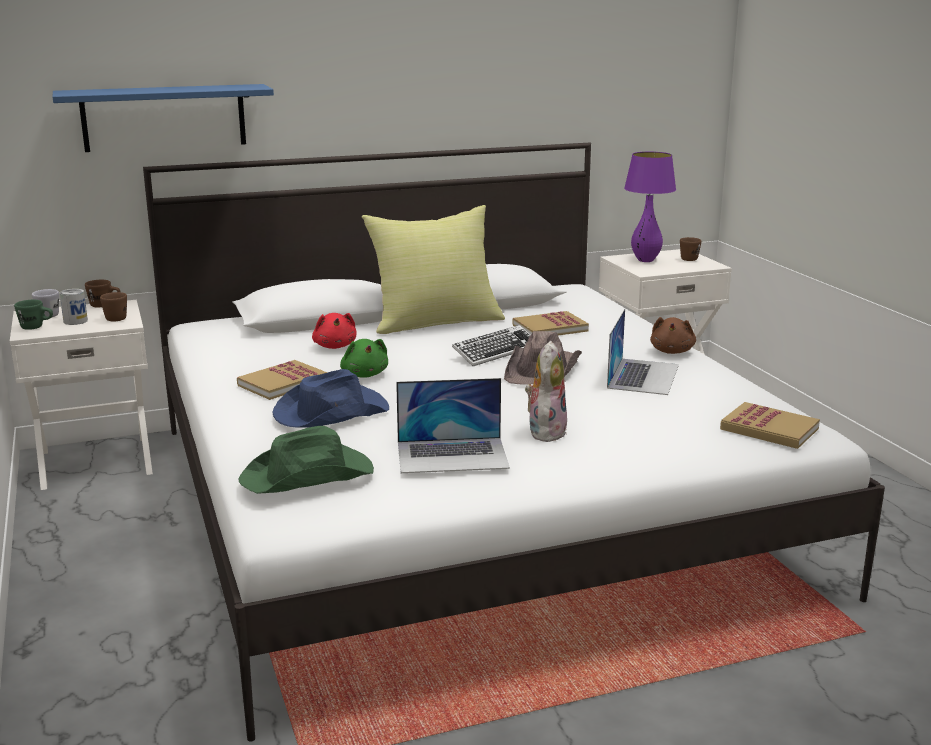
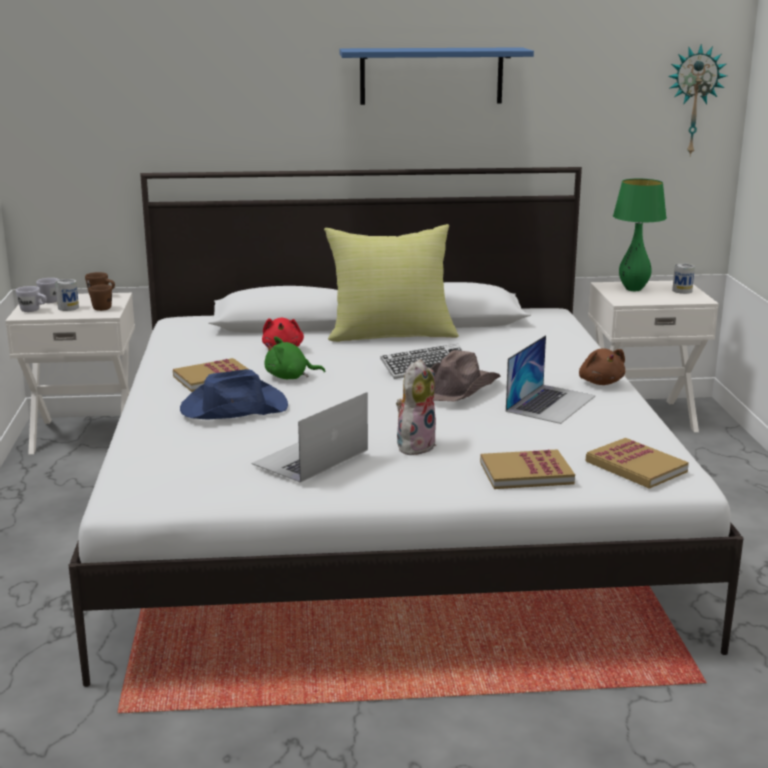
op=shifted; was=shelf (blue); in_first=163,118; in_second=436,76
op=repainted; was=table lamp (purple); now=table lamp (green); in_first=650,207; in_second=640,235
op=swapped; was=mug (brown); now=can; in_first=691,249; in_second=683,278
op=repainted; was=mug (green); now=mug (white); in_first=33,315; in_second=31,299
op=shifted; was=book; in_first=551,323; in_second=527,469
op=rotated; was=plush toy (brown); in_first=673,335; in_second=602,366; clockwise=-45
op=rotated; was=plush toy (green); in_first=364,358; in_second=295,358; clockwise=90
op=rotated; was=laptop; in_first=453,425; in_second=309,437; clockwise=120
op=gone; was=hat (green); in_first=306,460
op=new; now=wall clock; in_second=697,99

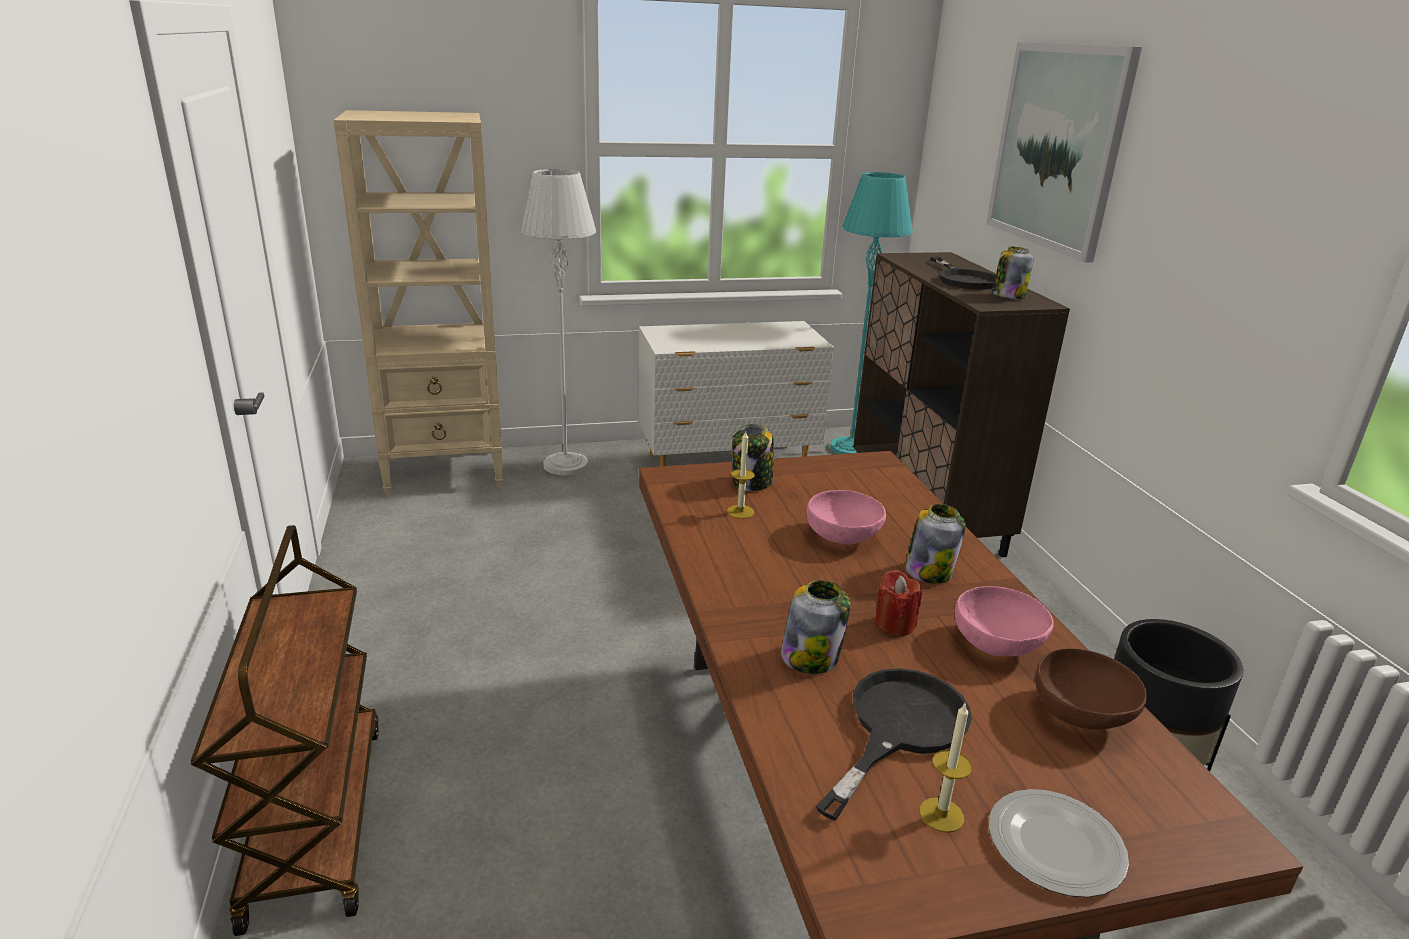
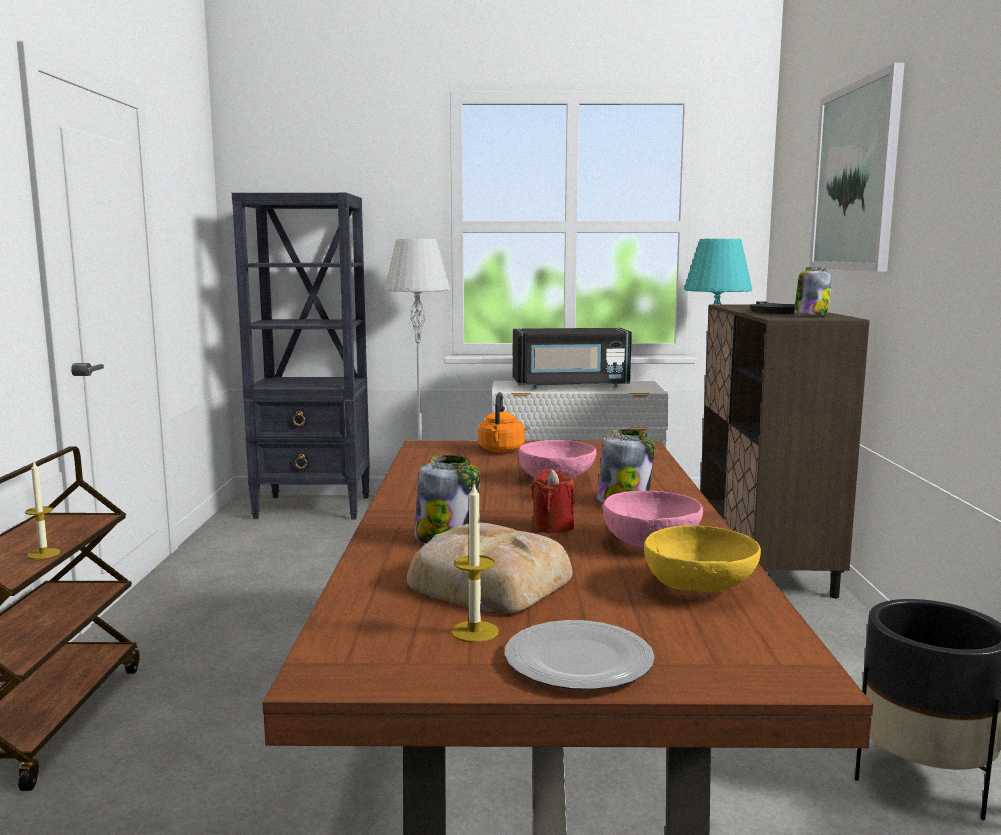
op=repainted; was=bookcase (beige); now=bookcase (black); in_first=418,302; in_second=301,356
op=swapped; was=jar; now=kettle (orange); in_first=753,457; in_second=501,422
op=shifted; was=candle; in_first=741,475; in_second=42,510
op=repainted; was=bowl (brown); now=bowl (yellow); in_first=1091,688; in_second=702,558
op=swapped; was=frying pan (black); now=bread; in_first=894,744; in_second=490,567
op=new; now=microwave (black); in_second=572,358

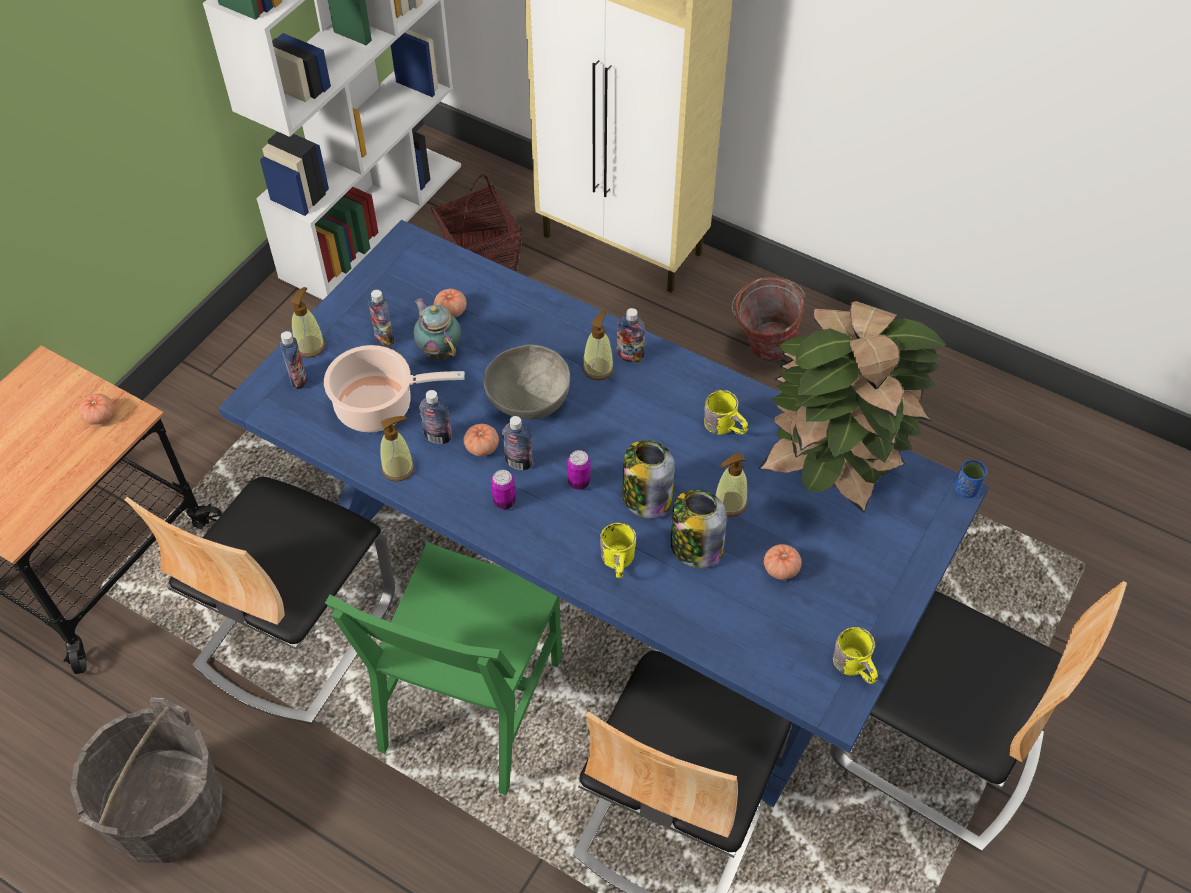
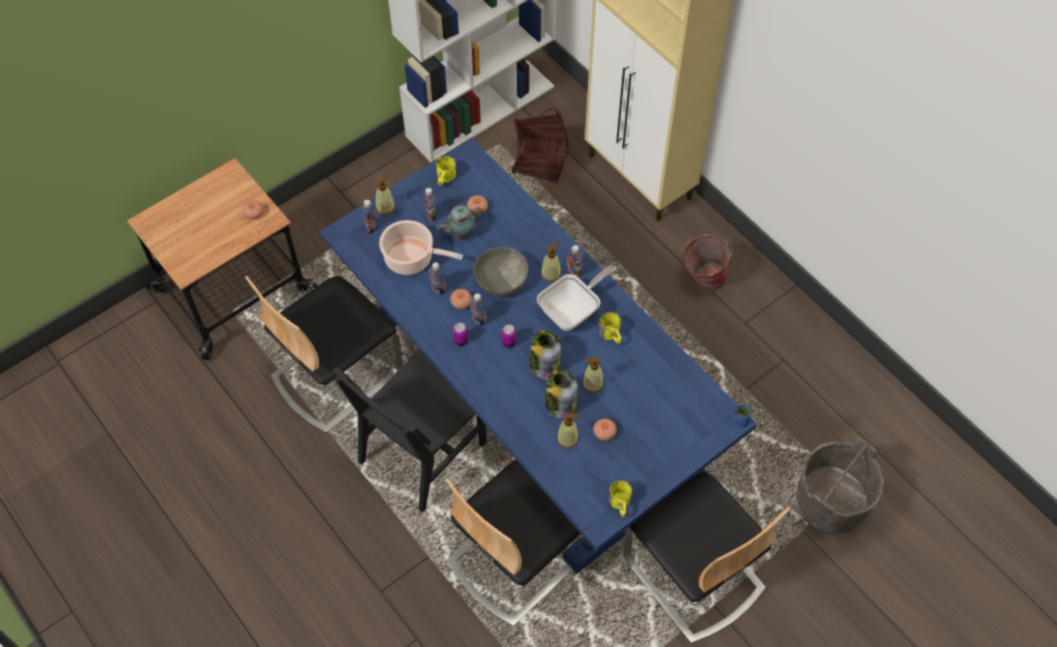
op=rotated; was=teapot; in_first=437,328; in_second=460,221; clockwise=-105
op=gone; was=potted plant; in_first=852,407
op=shifted; was=soap dispenser; in_first=397,448; in_second=569,431
op=shifted; was=mug (yellow); in_first=618,550; in_second=446,170
op=repainted; was=chair (green); now=chair (black); in_first=443,668; in_second=410,430
op=shifted; was=bucket (grey); in_first=146,780; in_second=840,486
op=new; now=frying pan; in_second=577,298

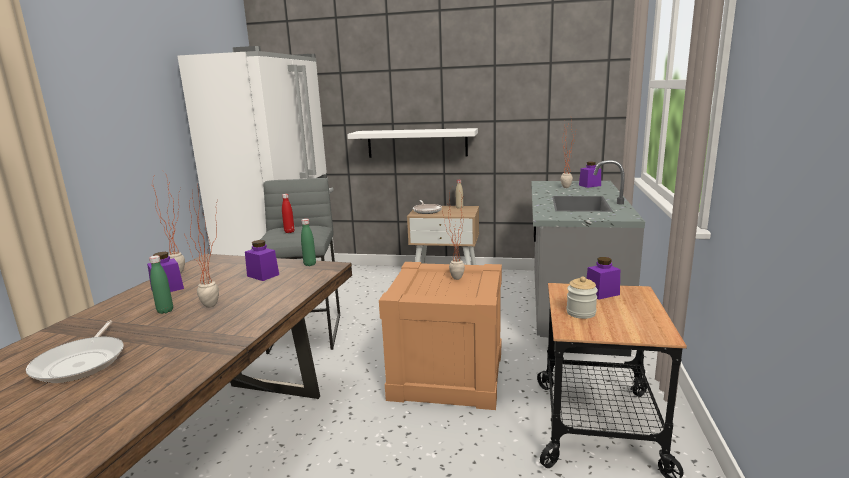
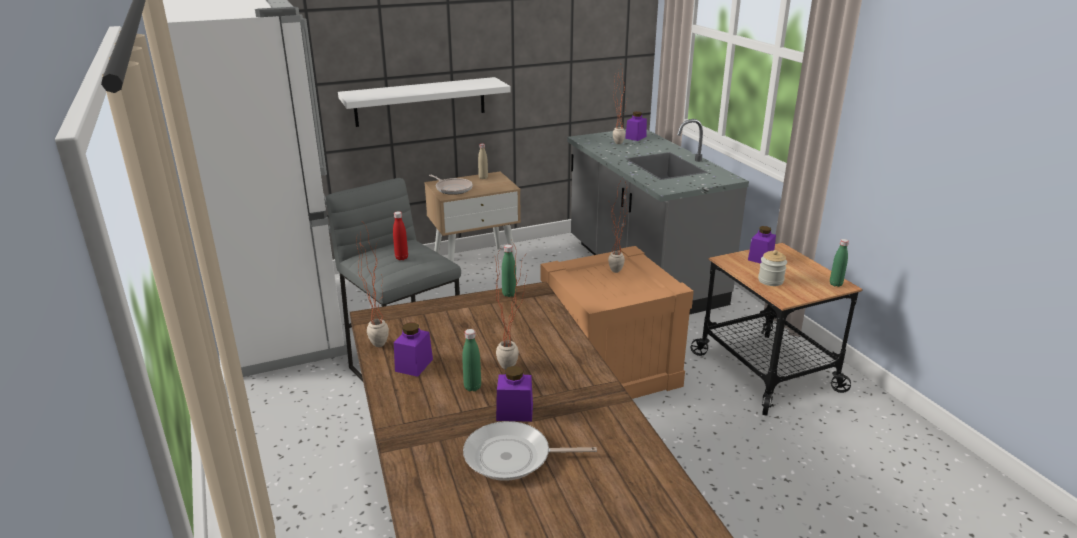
op=shifted; was=jar (purple); in_first=262,260; in_second=514,394
op=rotated; was=frying pan; in_first=74,352; in_second=530,451; clockwise=135
op=new; now=bottle (green); in_second=839,263

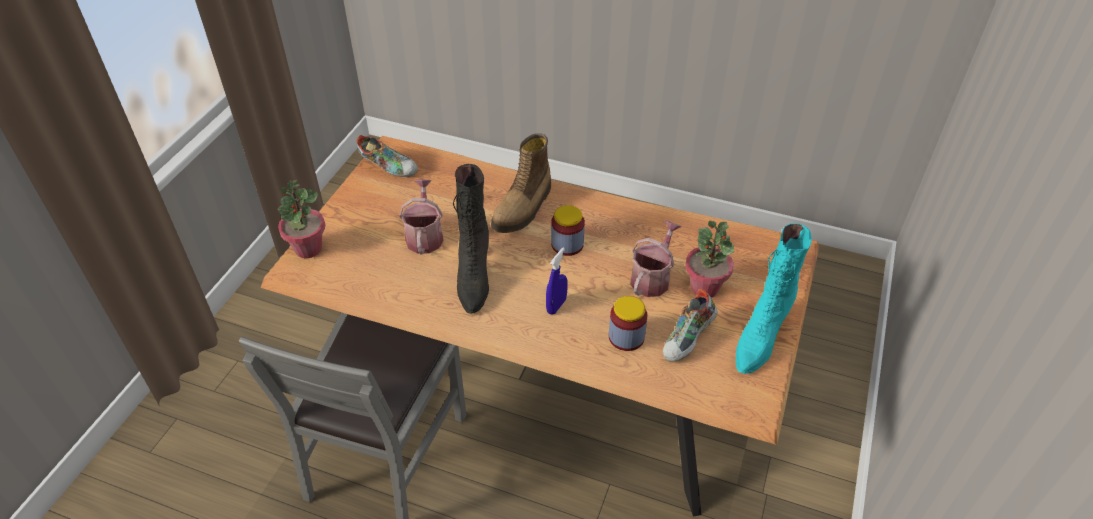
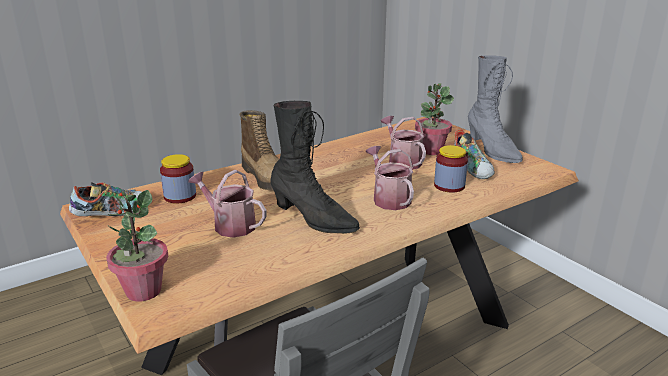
op=shifted; was=jar; in_first=568,230; in_second=178,178
op=repainted; was=boot (turquoise); now=boot (grey); in_first=774,298; in_second=495,109
op=swapped; was=spray bottle (blue); now=watering can; in_first=557,281; in_second=390,178

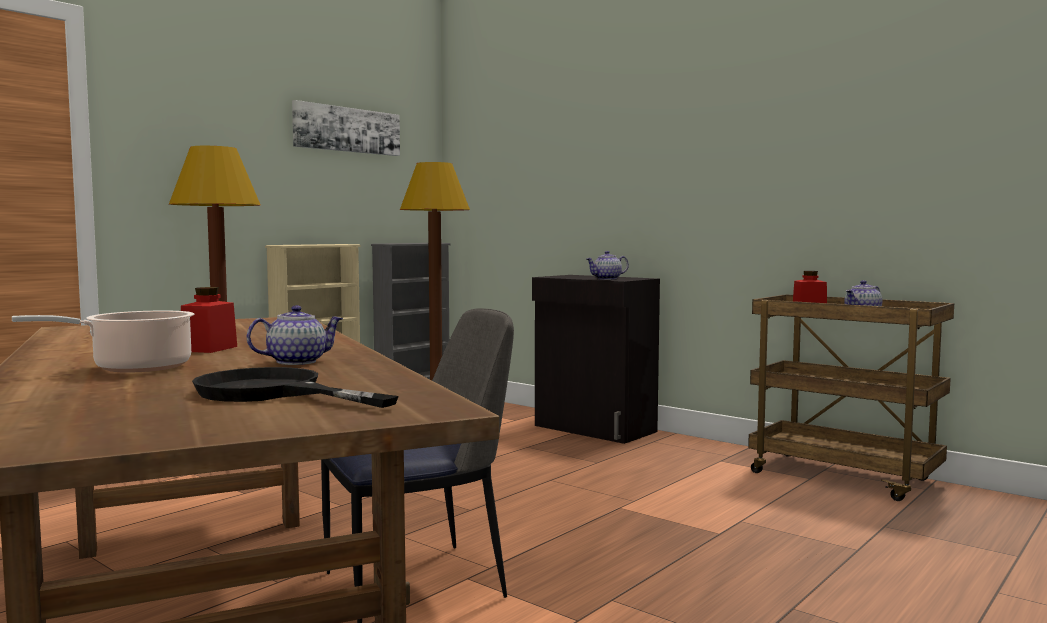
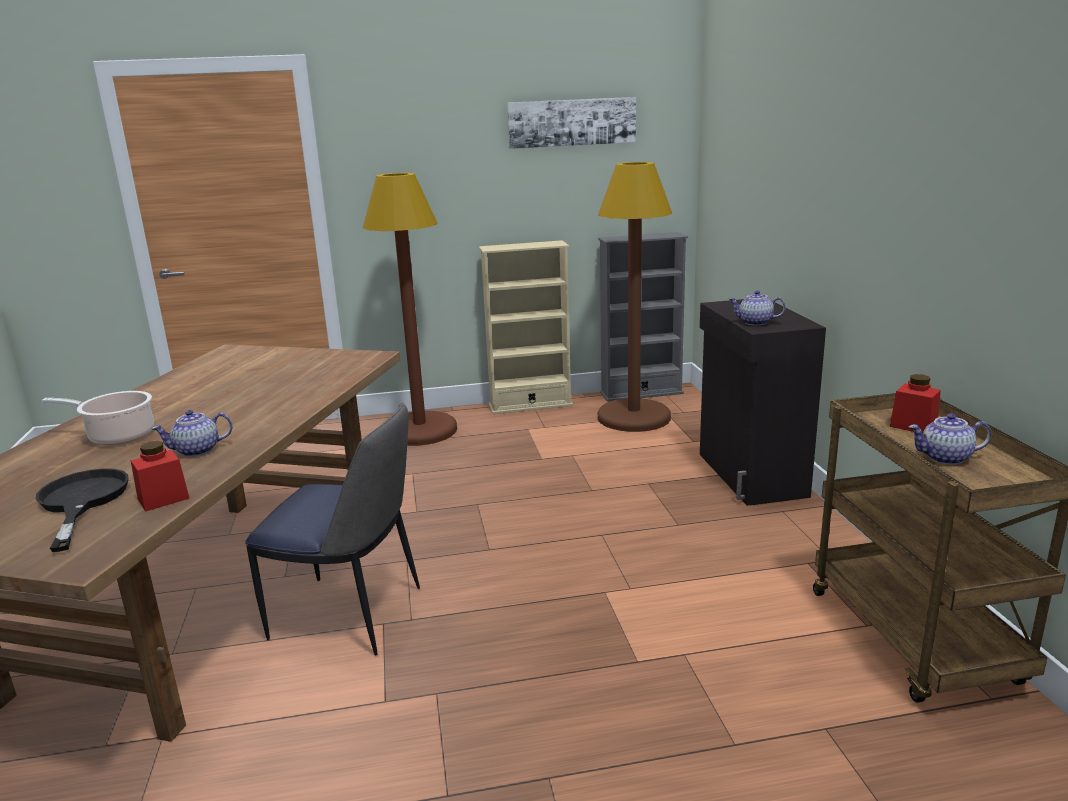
op=shifted; was=jar (red); in_first=209,320; in_second=160,476
op=rotated; was=teapot; in_first=295,335; in_second=191,433; clockwise=150

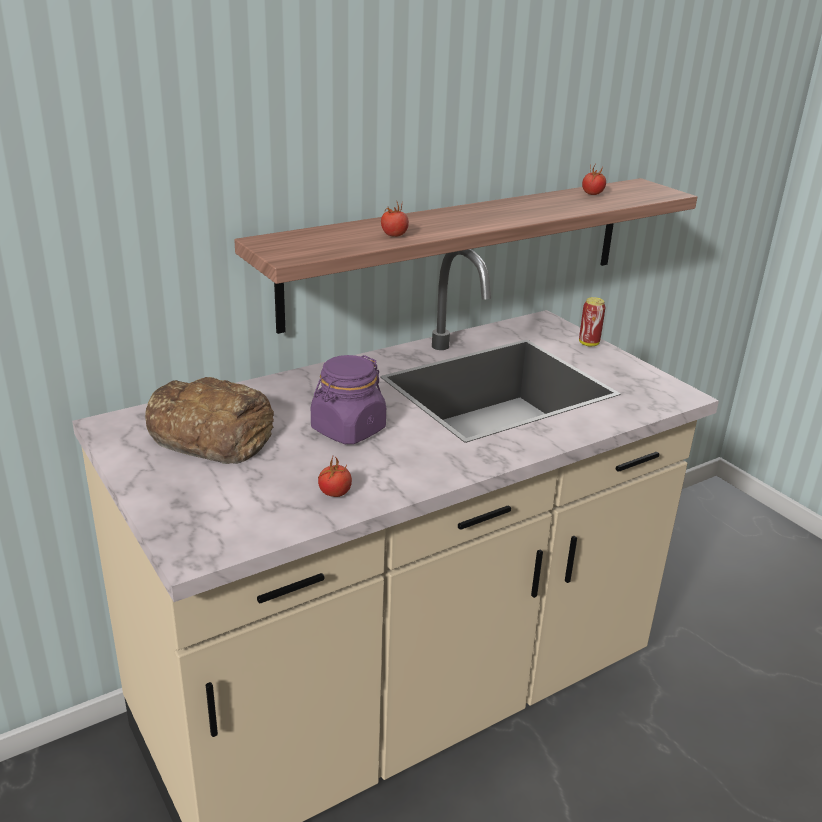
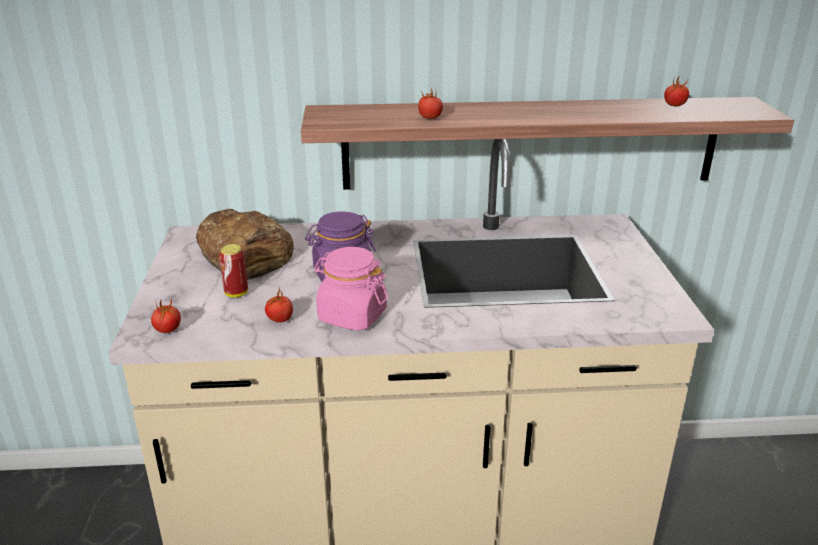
op=shifted; was=can; in_first=592,322; in_second=233,271
op=new; now=jar (pink); in_second=351,289
op=new; now=tomato; in_second=166,316

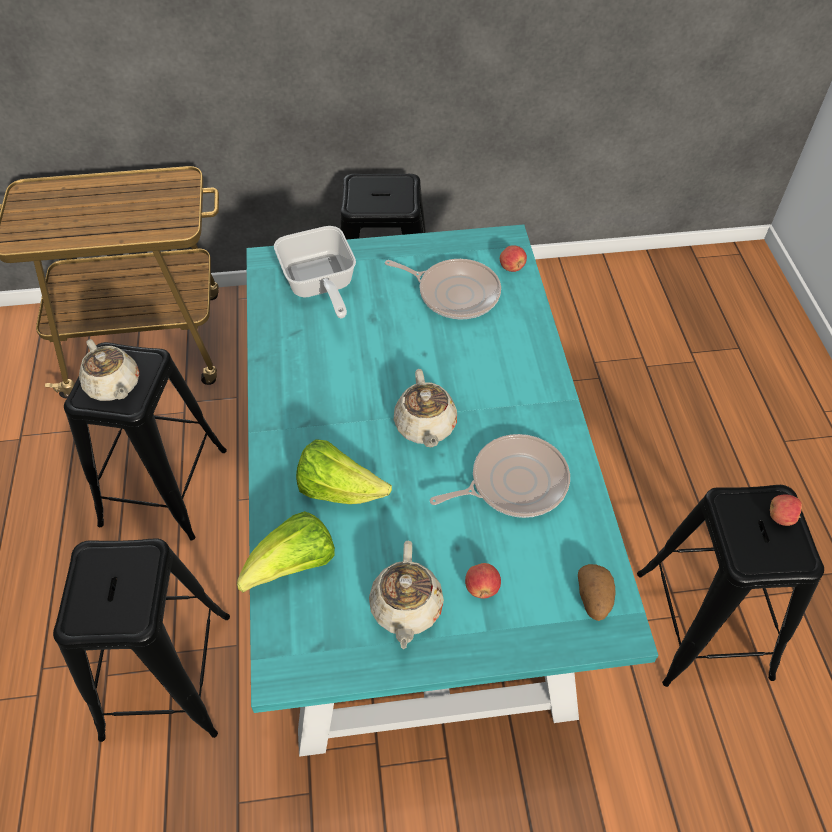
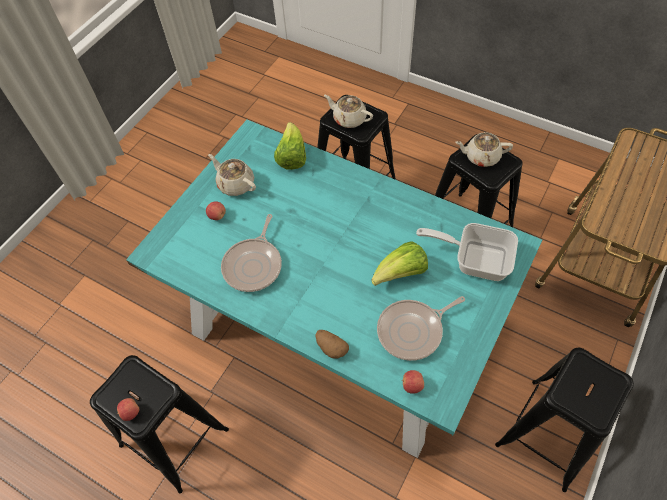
op=shifted; was=teapot (beige); in_first=425,408; in_second=348,111
op=shifted; was=lettuce; in_first=344,471; in_second=399,263
op=shifted; was=potato; in_first=596,592; in_second=332,344

